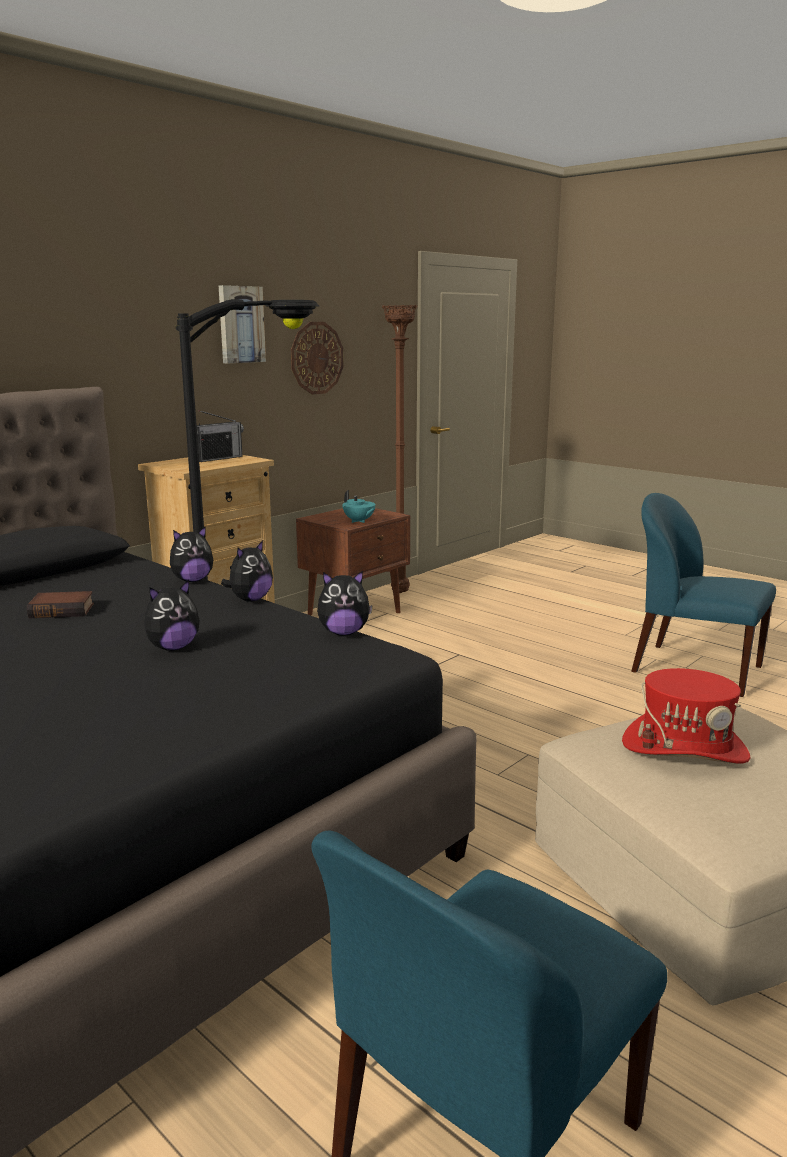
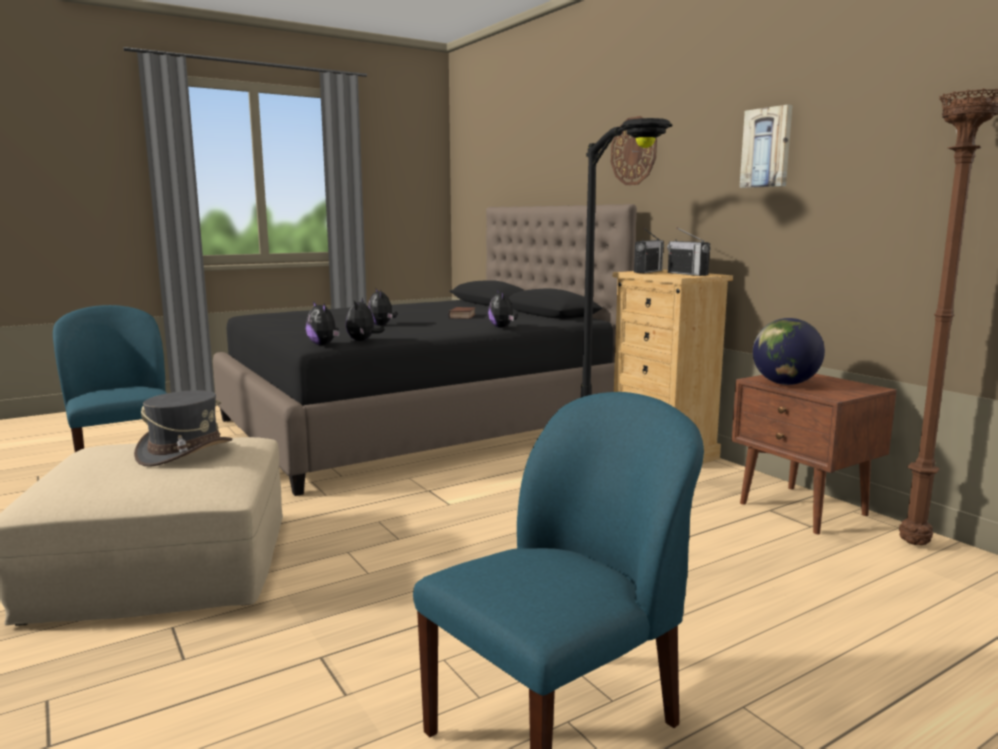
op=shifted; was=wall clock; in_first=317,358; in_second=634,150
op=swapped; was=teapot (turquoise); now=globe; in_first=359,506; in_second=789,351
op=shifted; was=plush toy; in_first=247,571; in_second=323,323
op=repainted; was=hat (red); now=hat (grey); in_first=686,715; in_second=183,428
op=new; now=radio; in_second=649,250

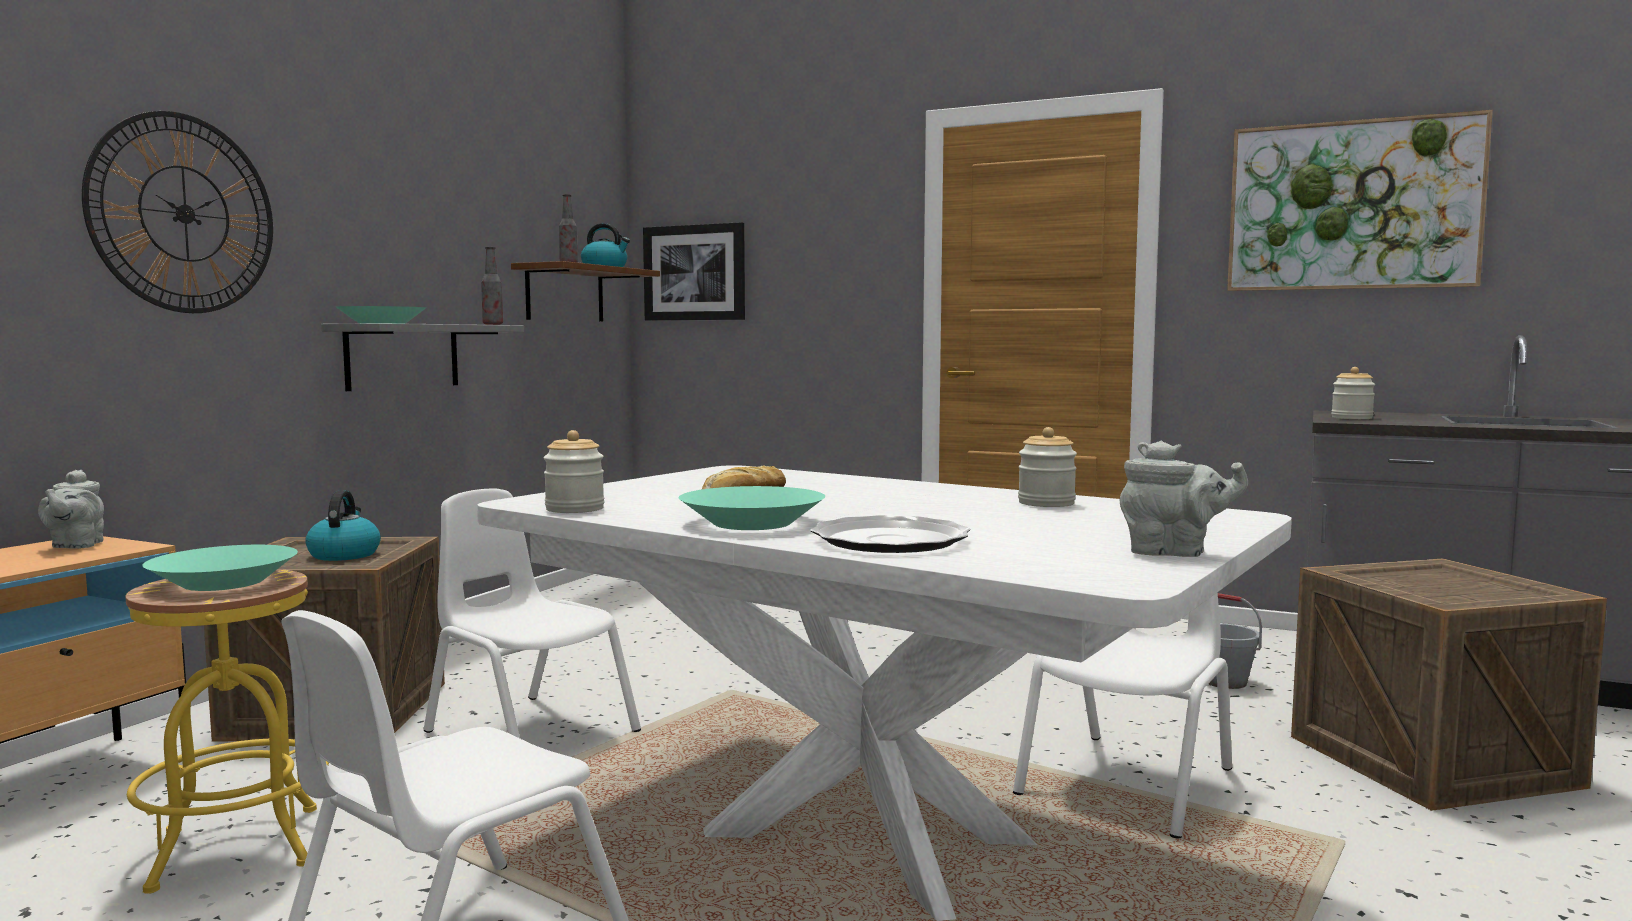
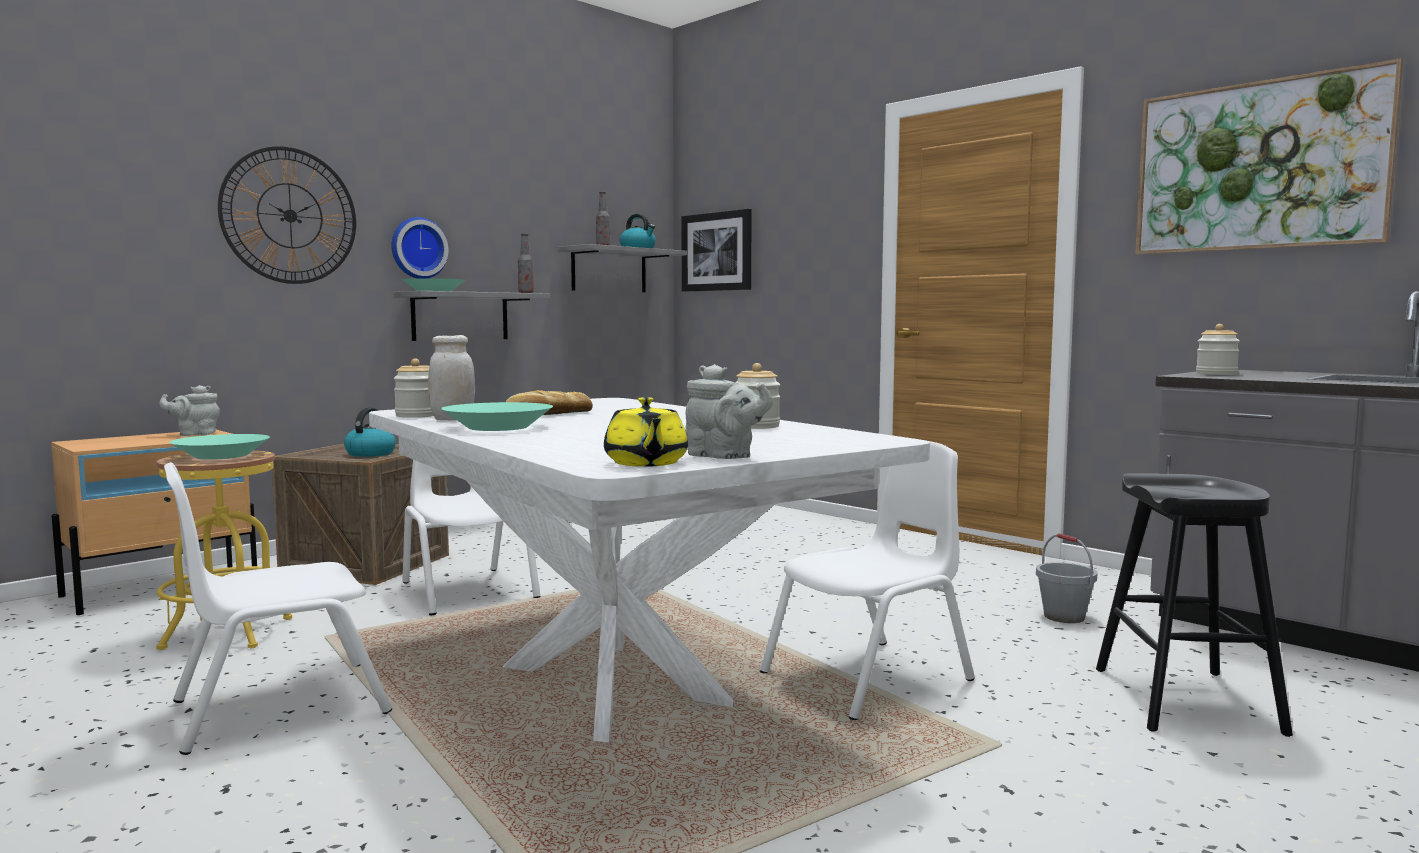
op=repainted; was=shelf (brown); now=shelf (grey); in_first=585,291; in_second=622,268
op=rotated; was=teapot (grey); in_first=71,509; in_second=189,410; clockwise=60
op=gone; was=plate; in_first=890,534
op=swapped; was=crate; now=stool (black); in_first=1449,684; in_second=1194,605
op=new; now=wall clock; in_second=420,247
op=new; now=jar (white); in_second=451,377
op=new; now=teapot (yellow); in_second=646,432

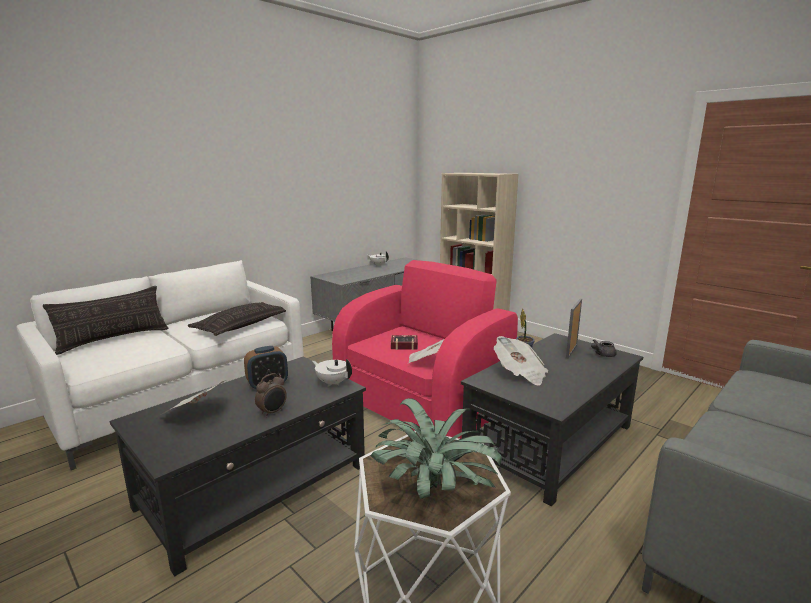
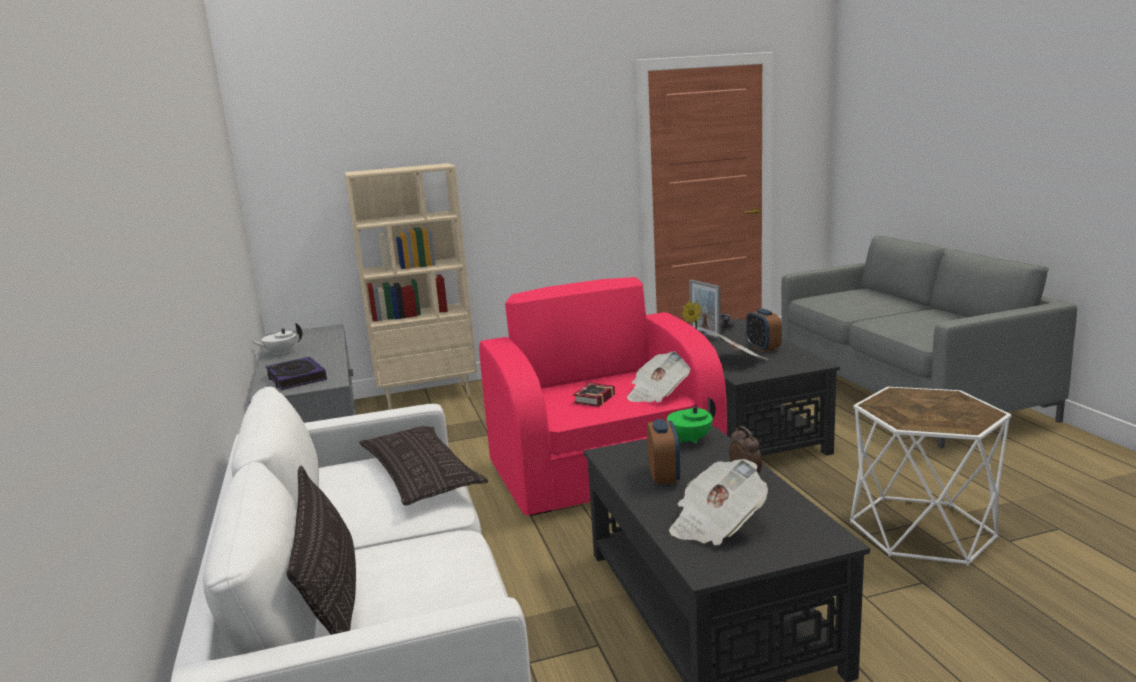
op=repainted; was=teapot (white); now=teapot (green); in_first=332,373; in_second=691,420
op=gone; was=potted plant; in_first=436,448
op=new; now=alarm clock; in_second=764,330
op=new; now=book; in_second=296,373

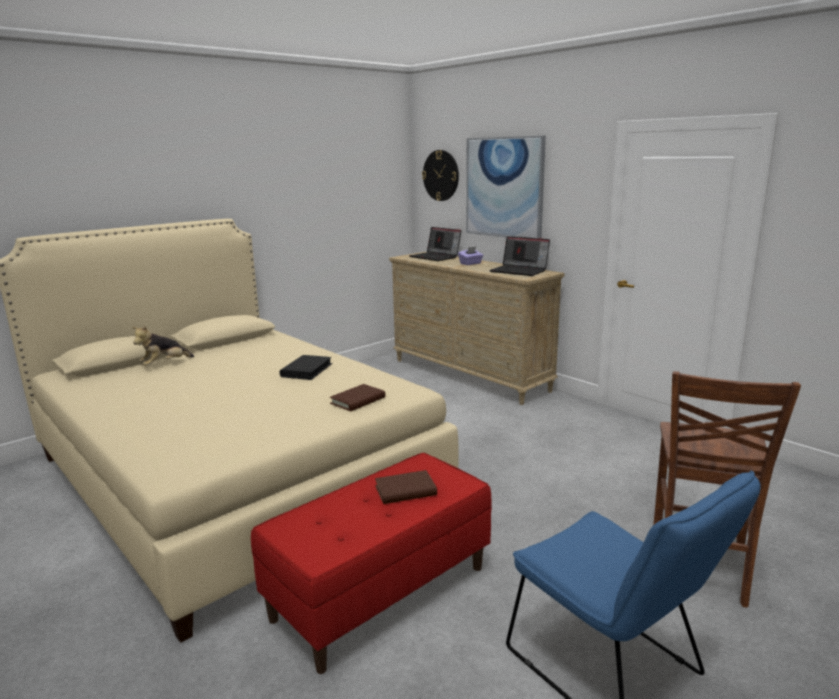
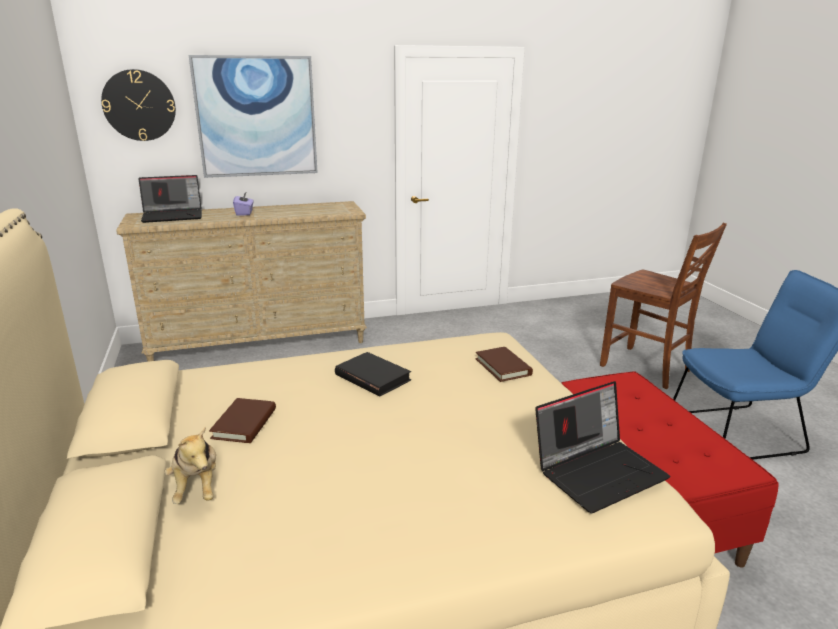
op=shifted; was=laptop; in_first=519,256; in_second=602,447
op=shifted; was=book (brown); in_first=406,487; in_second=242,420

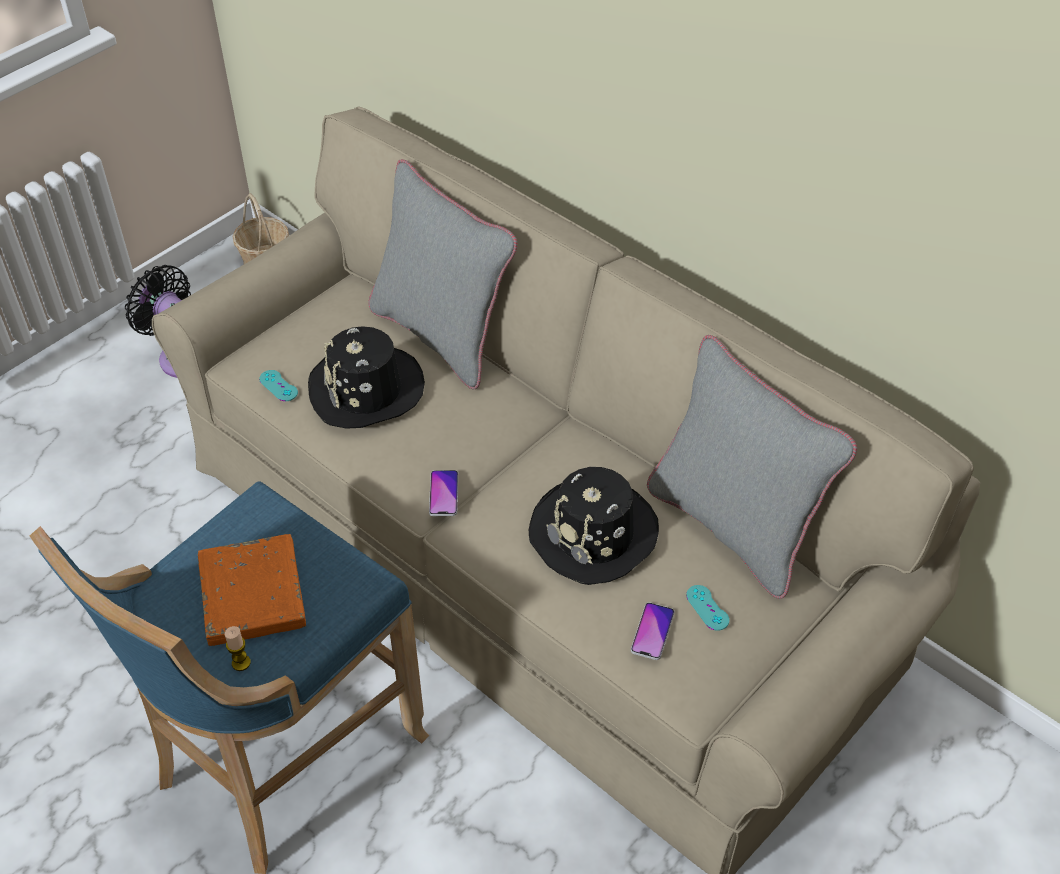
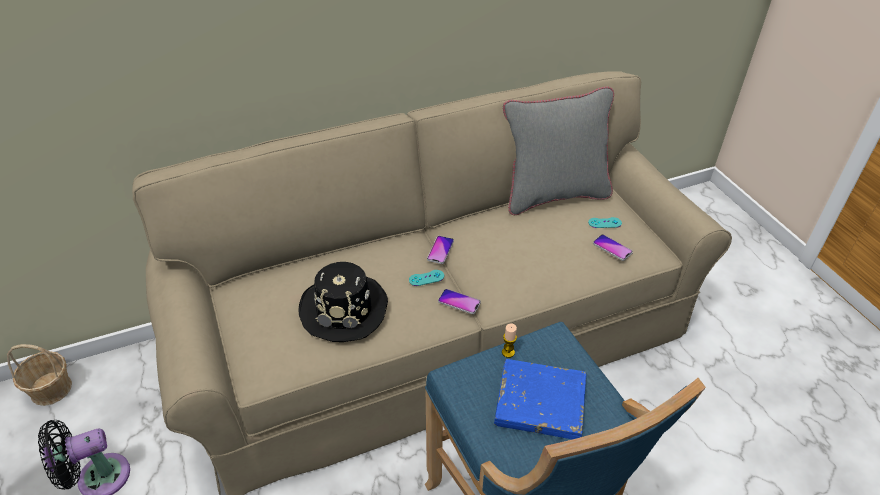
op=gone; was=pillow (grey); in_first=442,274
op=shifted; was=game controller (turquoise); in_first=278,385; in_second=426,278
op=gone; was=hat (black); in_first=594,526
op=repainted; was=book (orange); now=book (blue); in_first=252,590; in_second=540,399
op=shifted; was=candle; in_first=238,648; in_second=509,340
op=new; now=phone; in_second=440,250

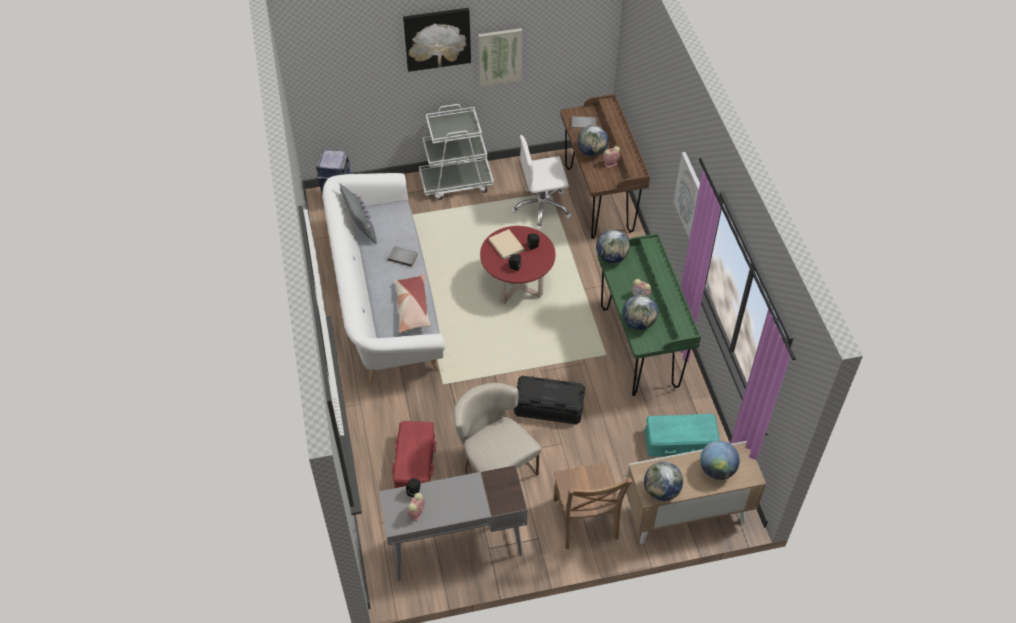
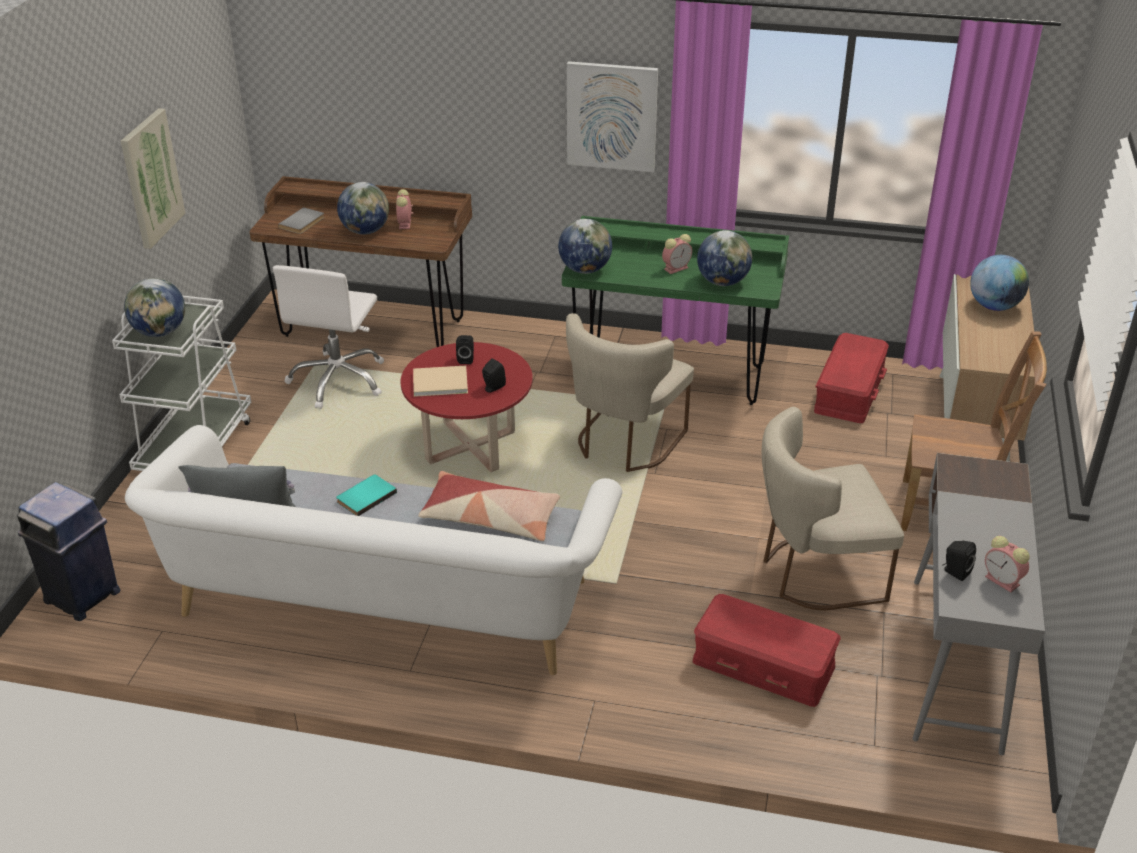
op=gone; was=picture; in_first=437,40
op=repainted; was=book (grey); now=book (turquoise); in_first=403,257; in_second=366,495
op=gone; was=storage box (black); in_first=549,400
op=repainted; was=storage box (turquoise); now=storage box (red); in_first=682,435; in_second=851,378
op=shifted; was=globe; in_first=663,481; in_second=154,307
op=new; now=chair (beige); in_second=630,392

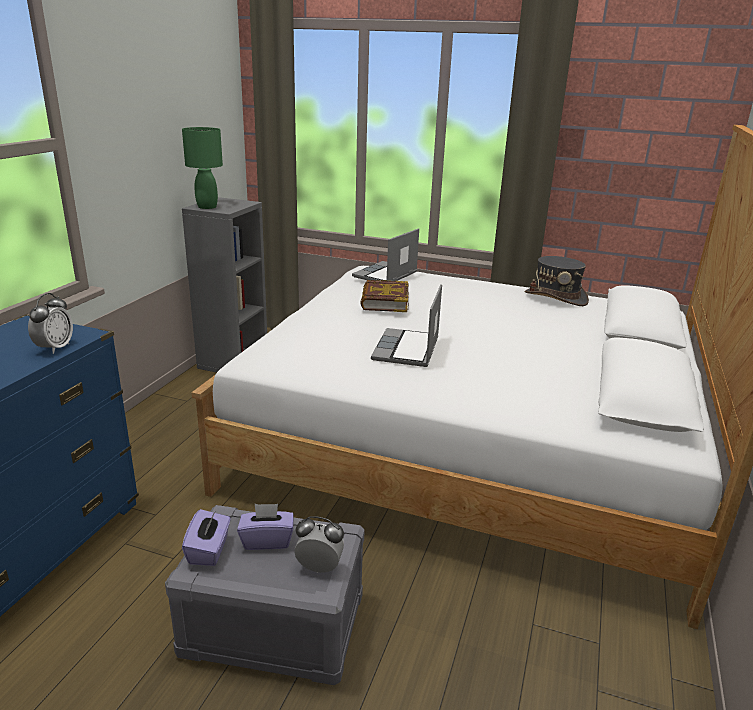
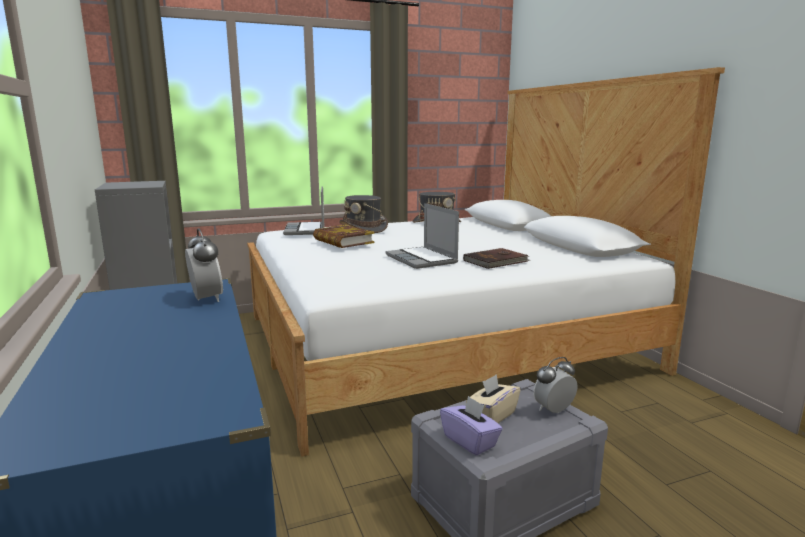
op=gone; was=table lamp (green); in_first=202,168
op=repainted; was=tissue box (purple); now=tissue box (beige); in_first=265,527; in_second=493,398
op=new; now=hat (grey); in_second=363,214
op=new; now=book (brown); in_second=496,258

